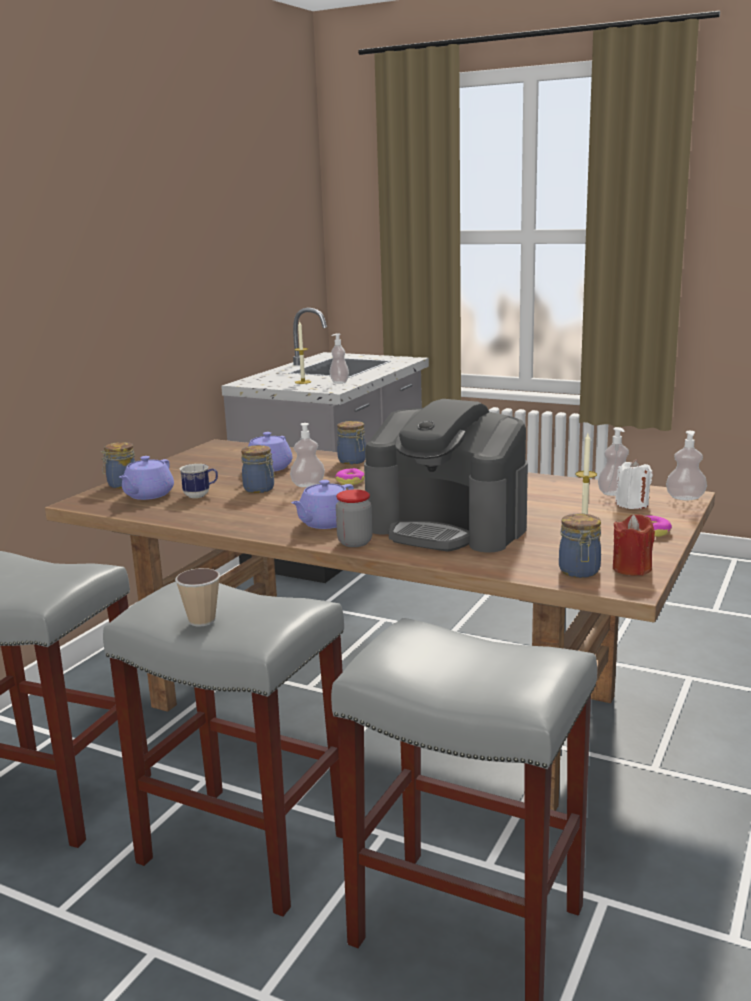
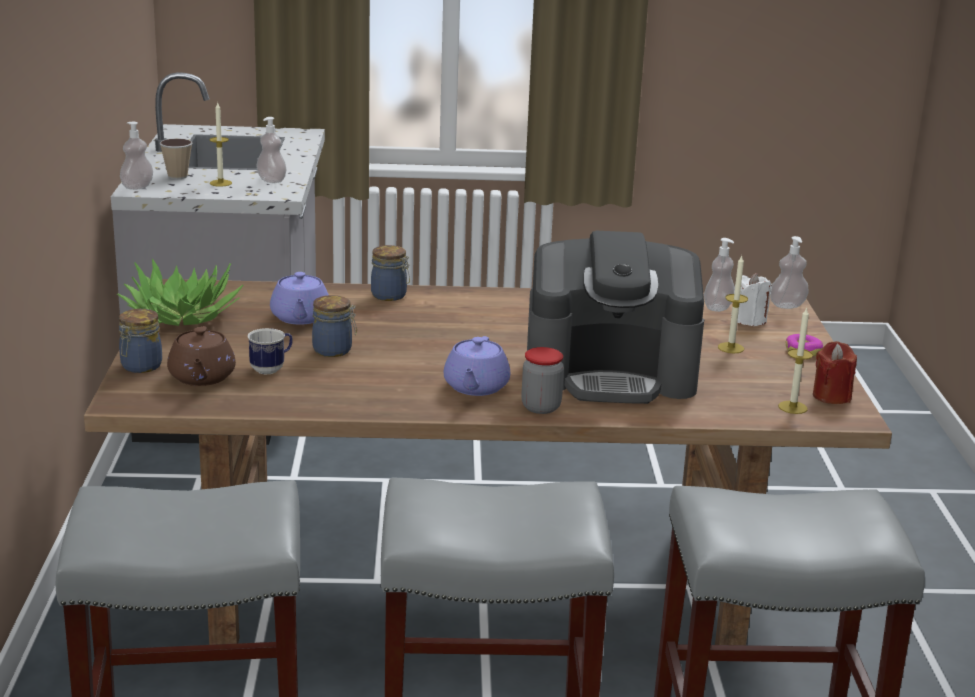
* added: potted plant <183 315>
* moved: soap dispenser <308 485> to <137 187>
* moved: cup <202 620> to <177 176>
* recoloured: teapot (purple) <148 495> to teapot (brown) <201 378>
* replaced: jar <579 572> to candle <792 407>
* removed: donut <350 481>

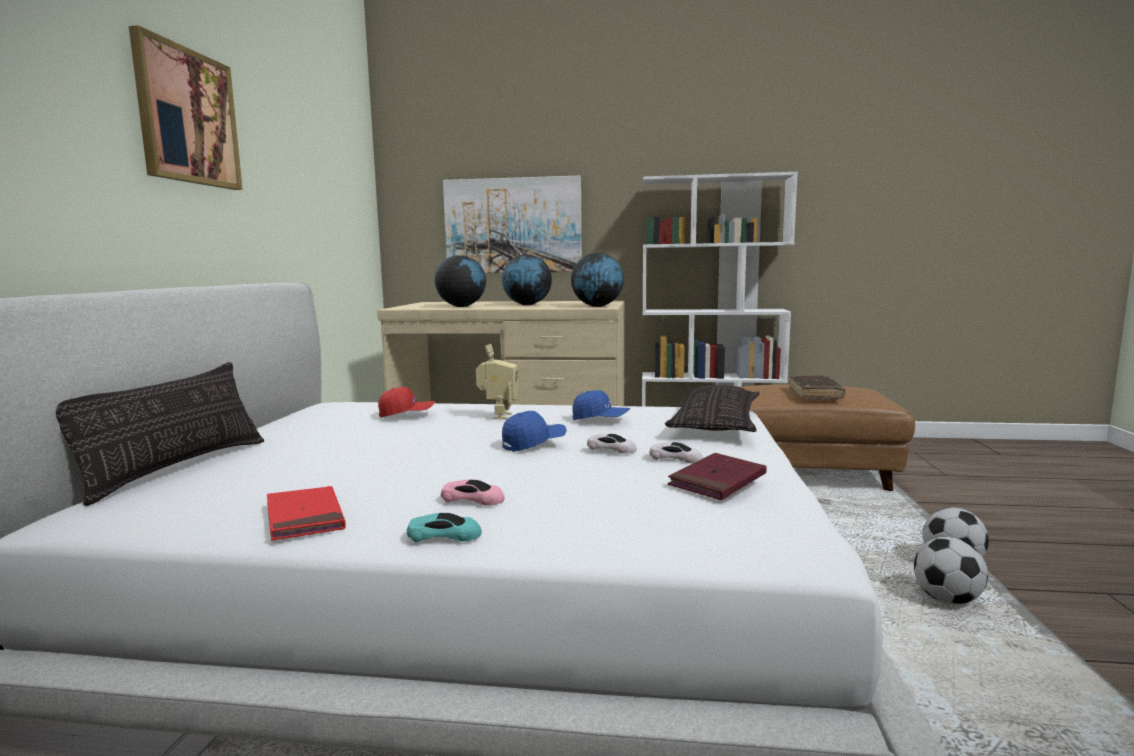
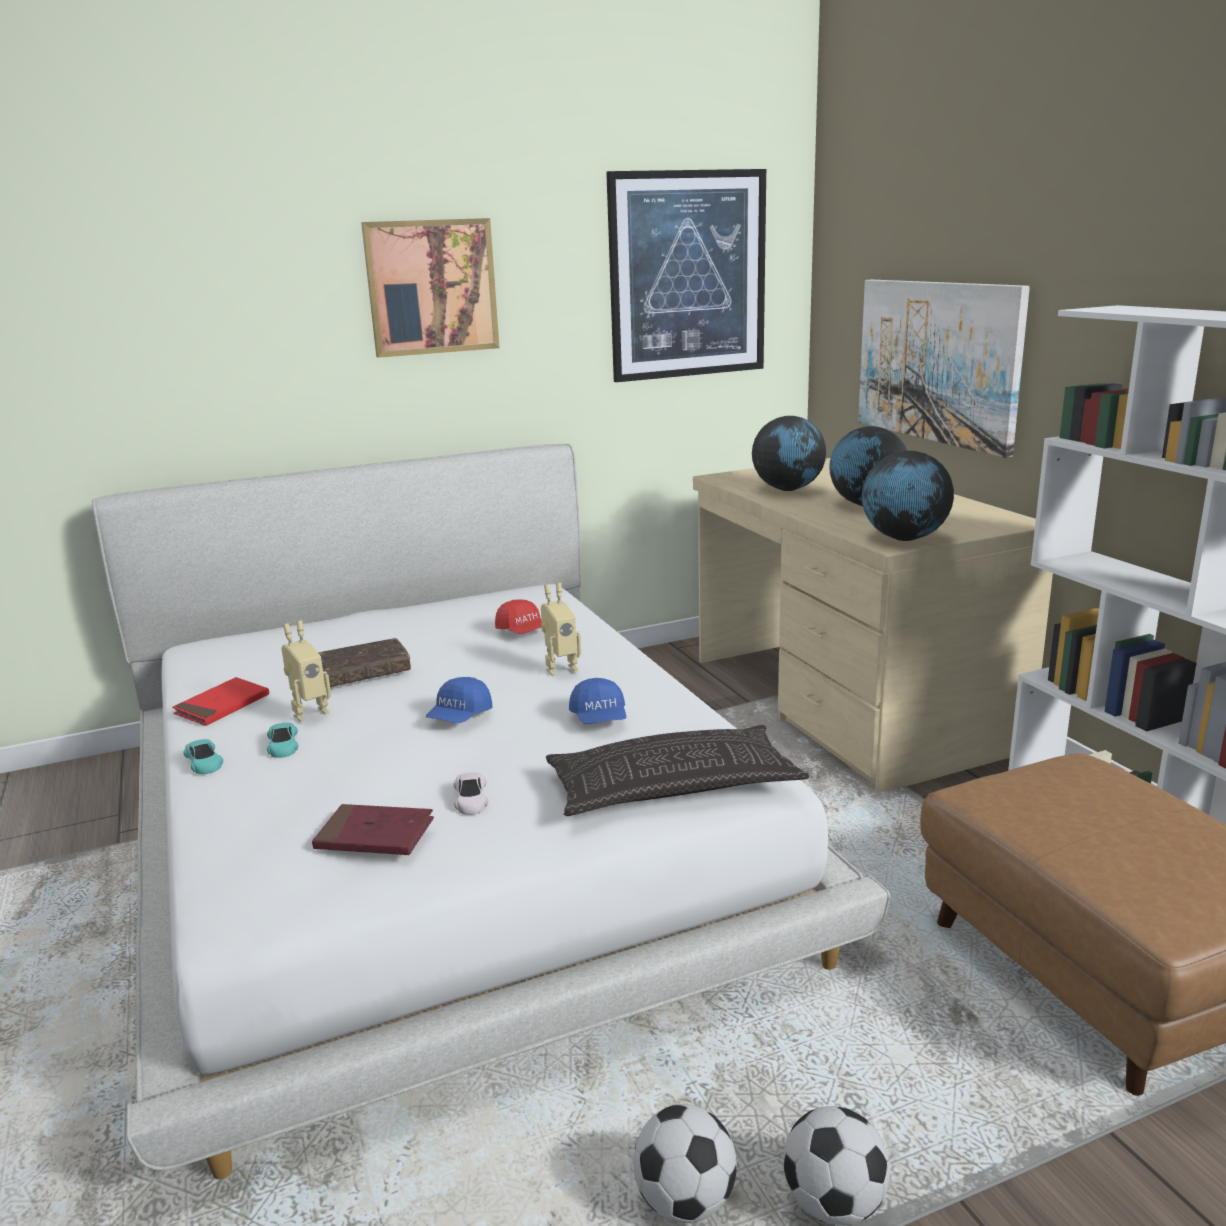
* recoloured: toy car (pink) <473 499> to toy car (turquoise) <283 745>
* added: toy robot <309 712>
* moved: book (brown) <815 394> to <363 672>
* turned: cap (blue) <533 444> = <460 717> 90 degrees clockwise
* added: picture <688 275>
* removed: pillow <177 468>
* removed: toy car (white) <611 449>

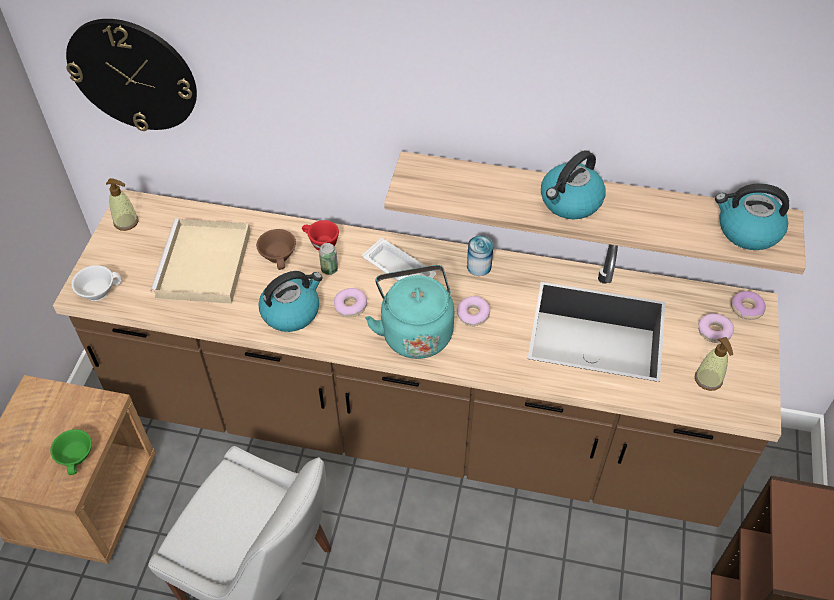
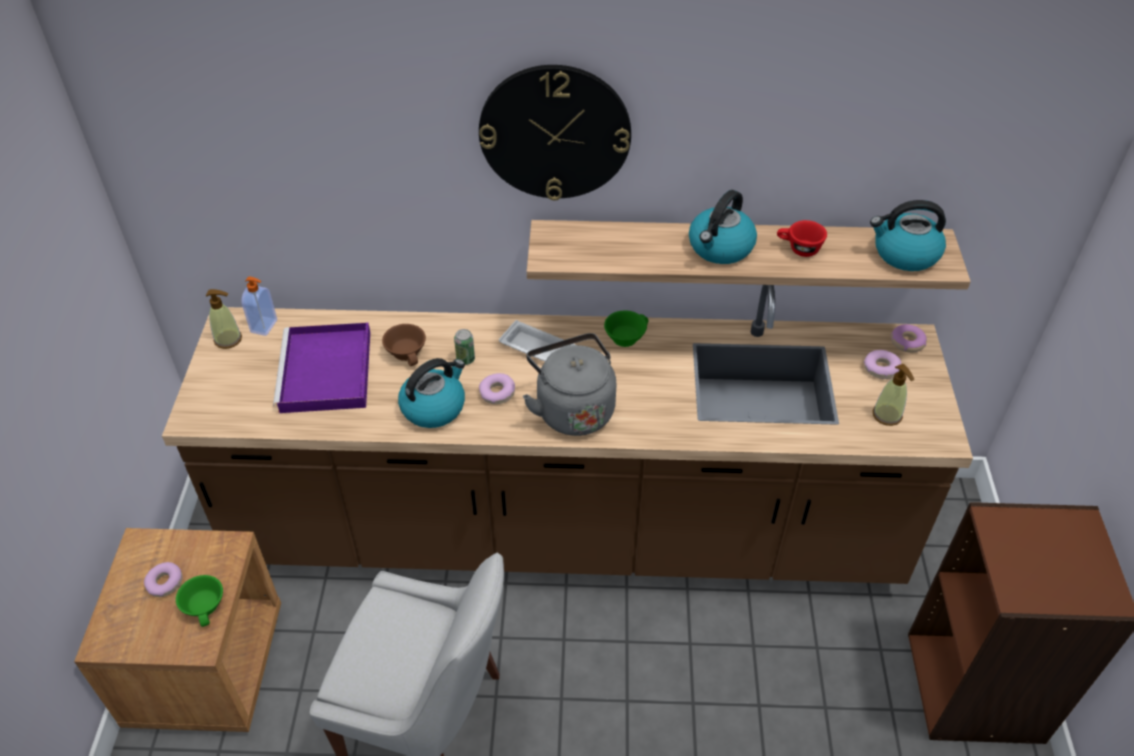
* moved: donut <473 314> to <165 583>
* added: soap dispenser <265 326>
* recoloured: tray (beige) <204 266> to tray (purple) <326 373>
* moved: wall clock <133 75> to <555 132>
* recoloured: kettle (turquoise) <415 331> to kettle (grey) <572 409>
* replaced: can <479 266> to cup (green) <624 336>
* moved: cup (red) <320 243> to <798 249>
* removed: cup (white) <98 290>

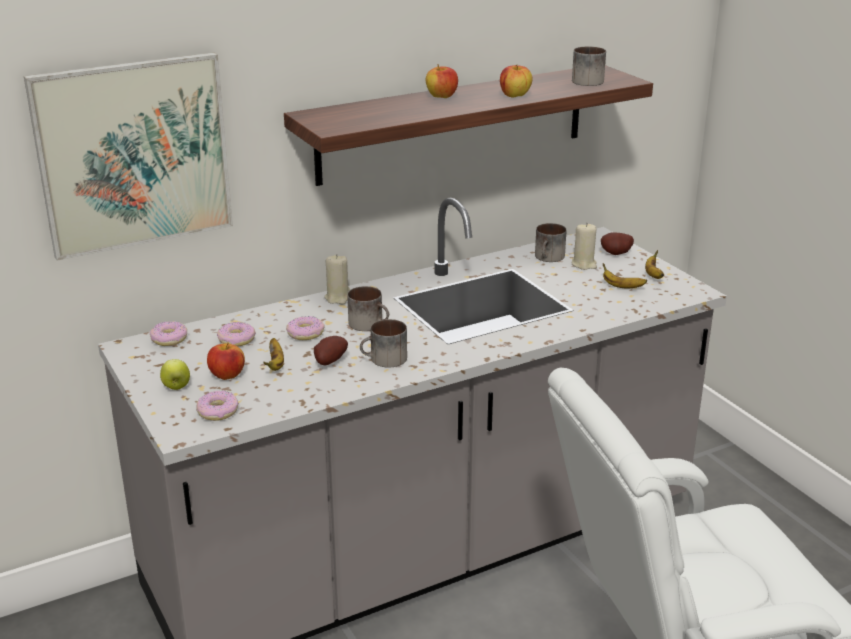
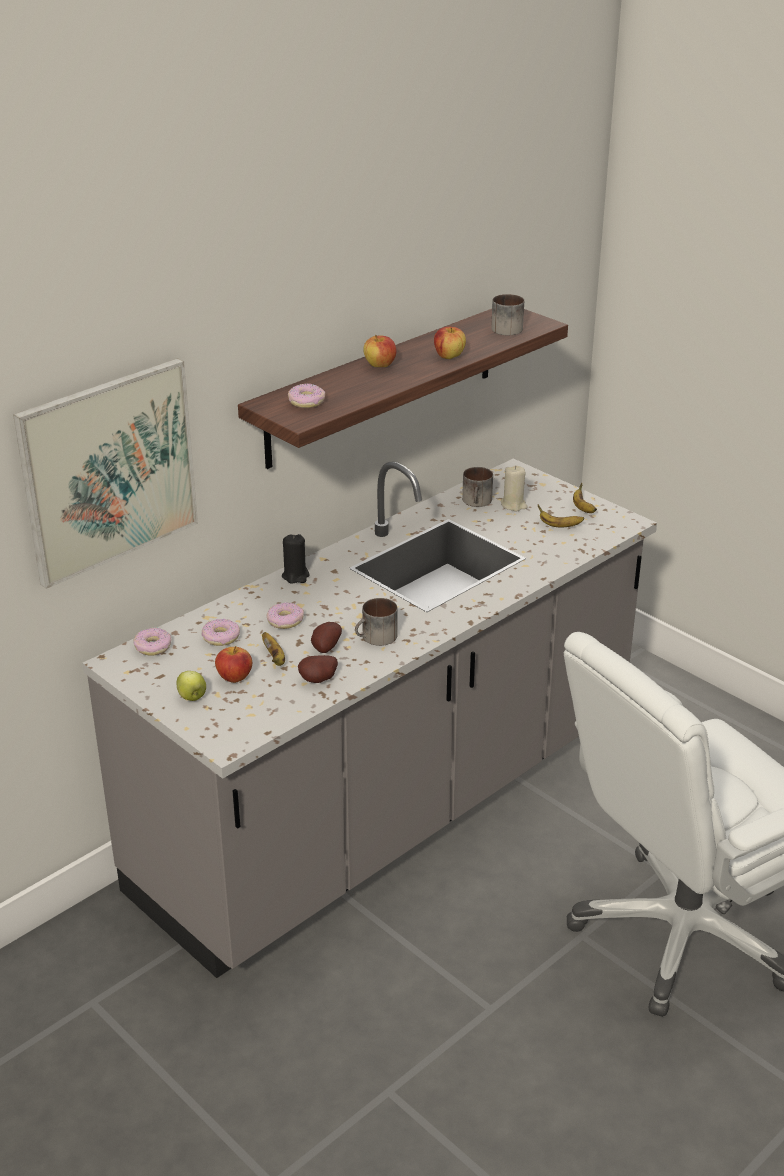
* recoloured: candle (beige) <338 298> to candle (black) <295 576>
* moved: donut <218 411> to <306 401>
* moved: potato <616 254> to <319 681>
* removed: mug <370 324>

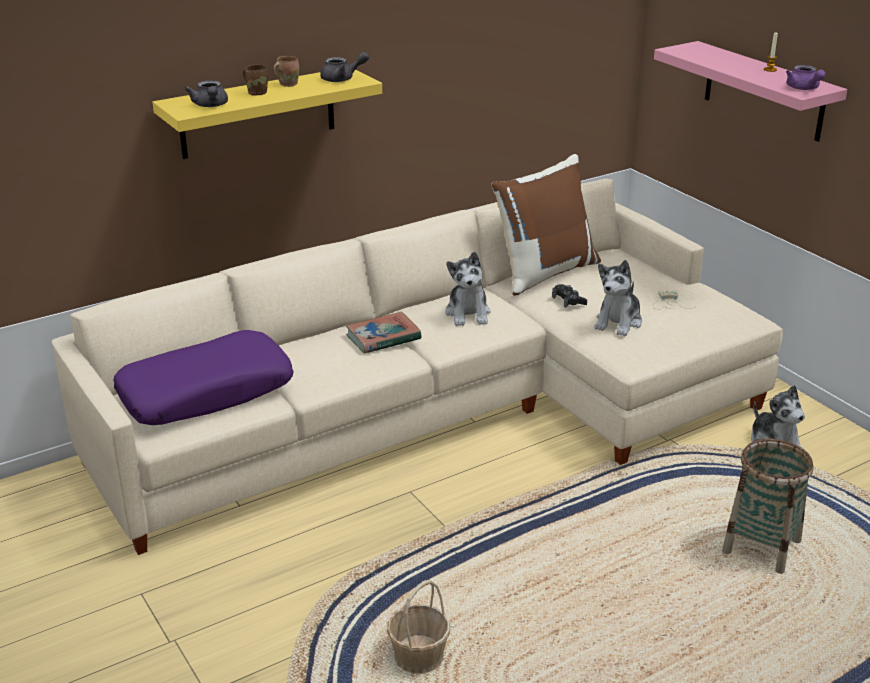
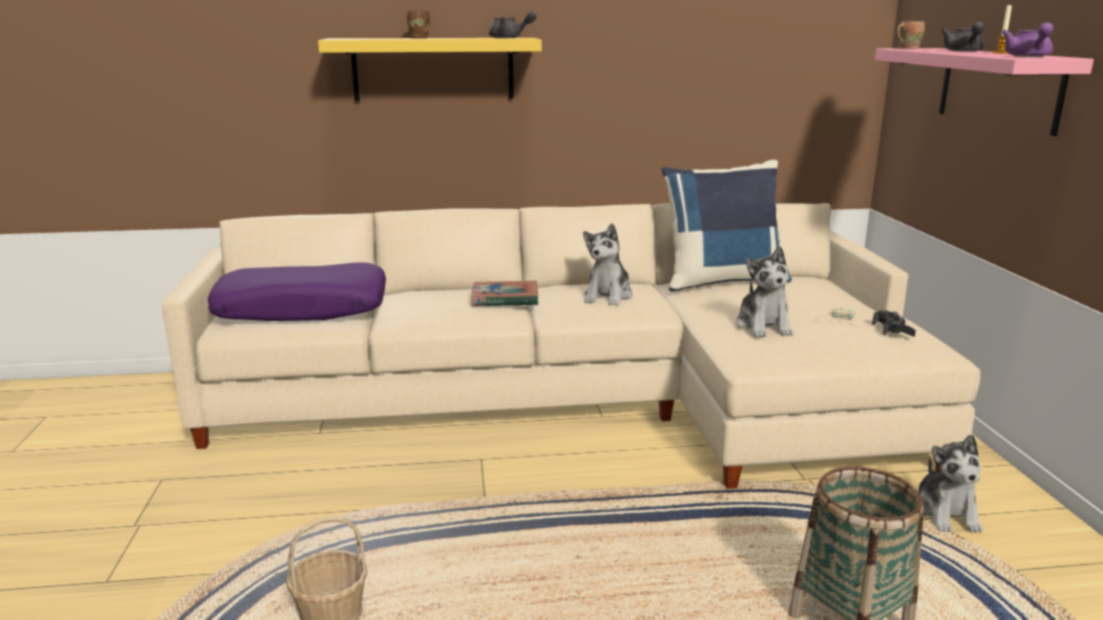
* recoloured: pillow (brown) <544 272> to pillow (blue) <722 281>
* turned: plush toy <618 322> = <764 326> 60 degrees counterclockwise
* moved: game controller (black) <568 300> to <892 330>
* moved: mug (brown) <287 84> to <907 48>
* moved: teapot (grey) <210 106> to <964 51>

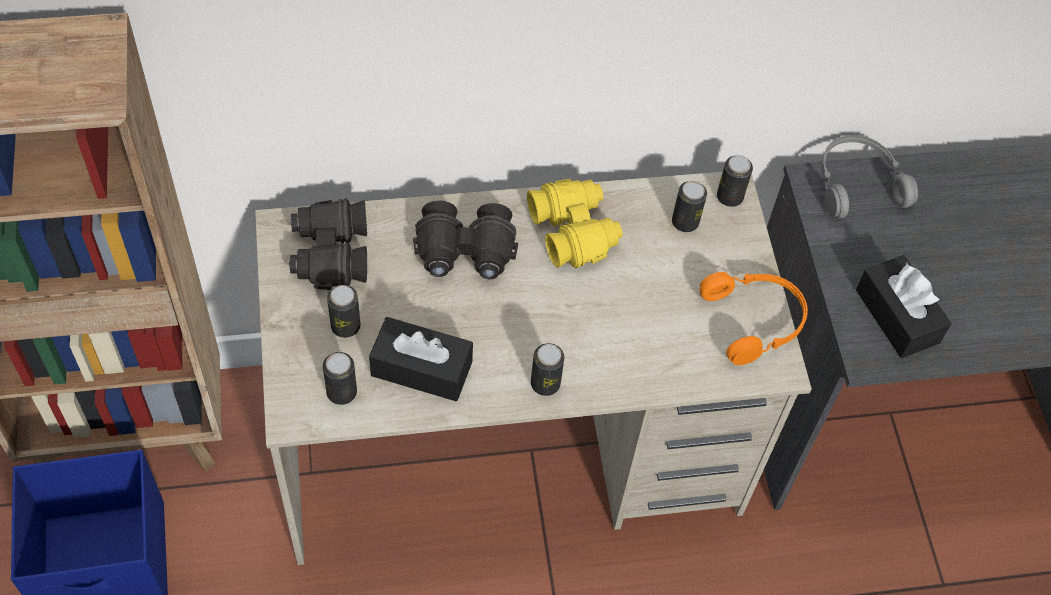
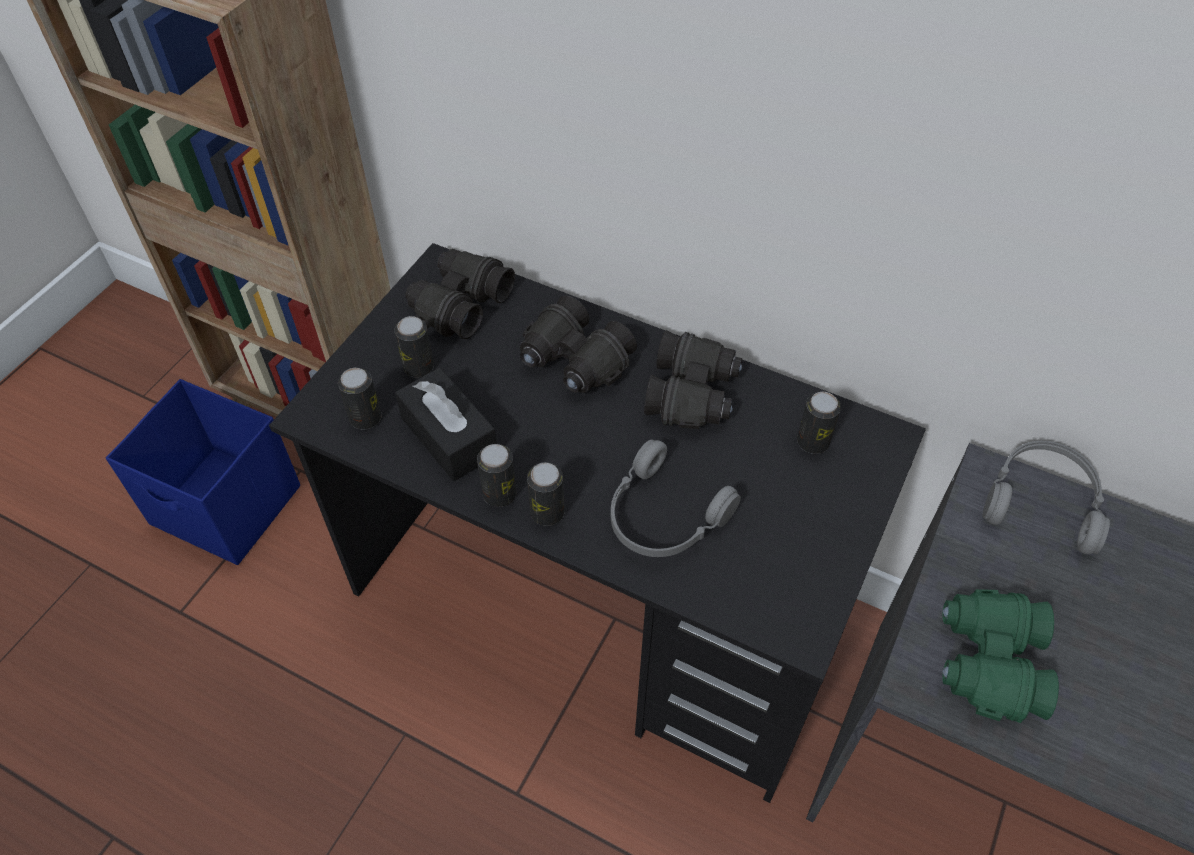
* recoloured: desk (beige) <511 447> to desk (black) <599 605>
* moved: can <729 197> to <499 494>
* added: headphones (grey) <663 517>
* recoloured: binoculars (yellow) <574 230> to binoculars (black) <692 393>
* replaced: tissue box (black) <897 316> to binoculars (green) <988 662>
* removed: headphones (orange) <755 320>

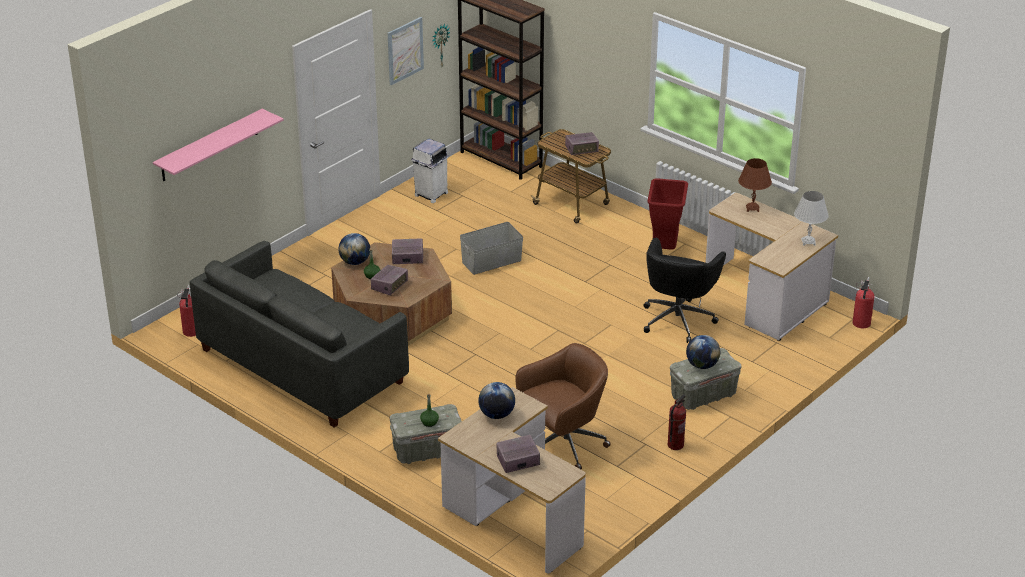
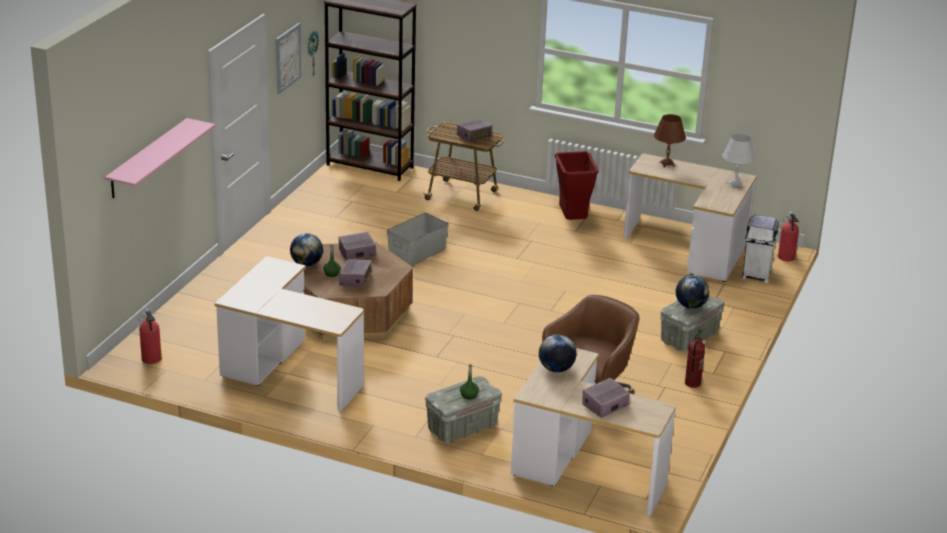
* replaced: sofa (grey) <301 366> to desk <287 373>
* moved: trash can (white) <430 194> to <756 275>
* removed: office chair (black) <678 319>

